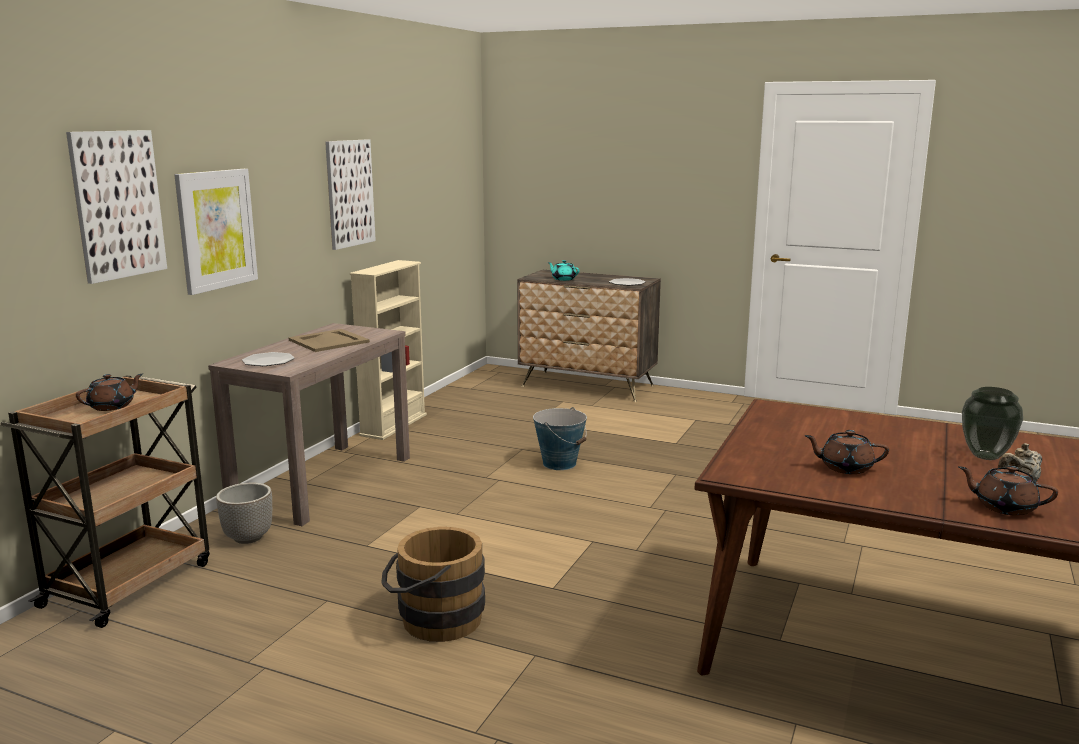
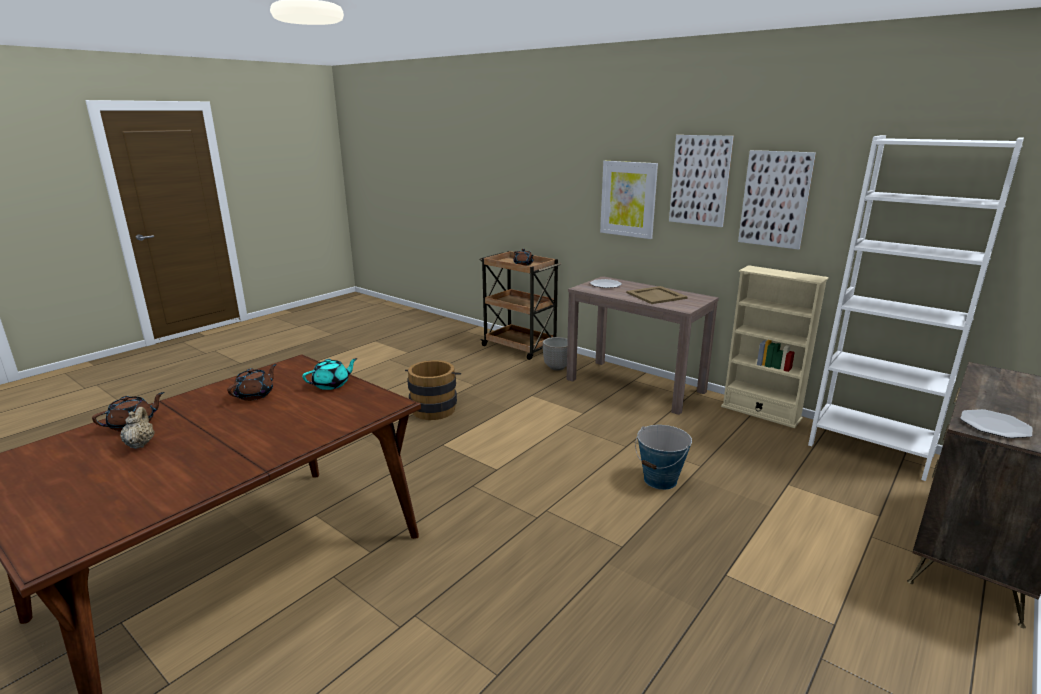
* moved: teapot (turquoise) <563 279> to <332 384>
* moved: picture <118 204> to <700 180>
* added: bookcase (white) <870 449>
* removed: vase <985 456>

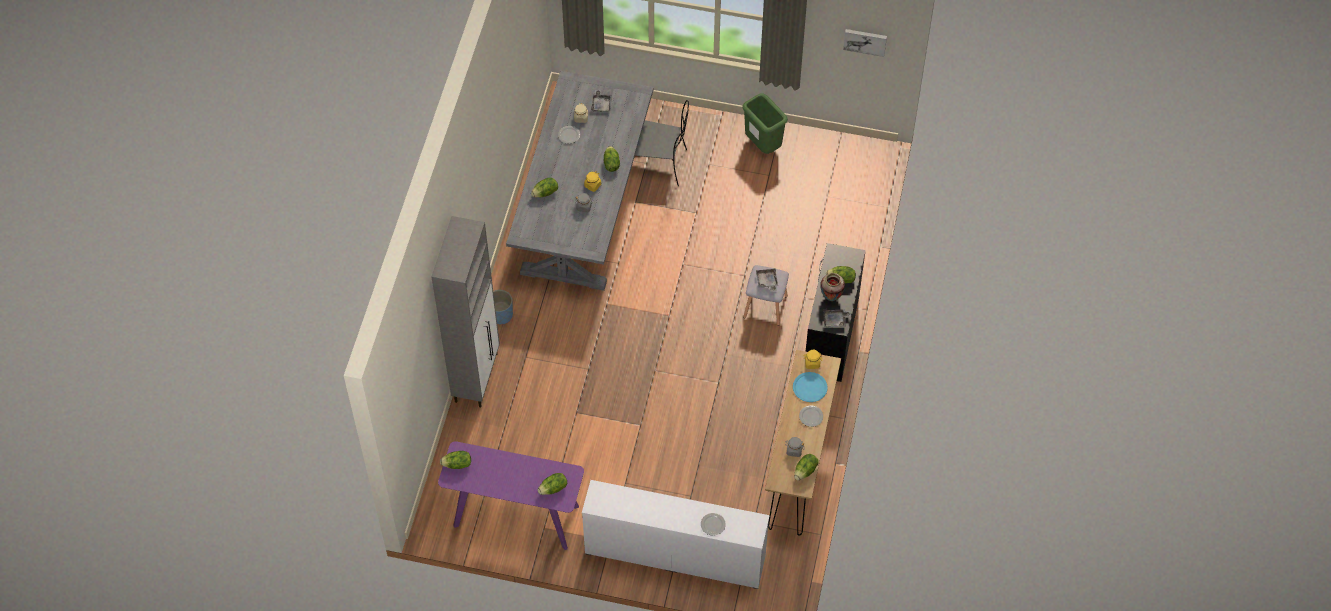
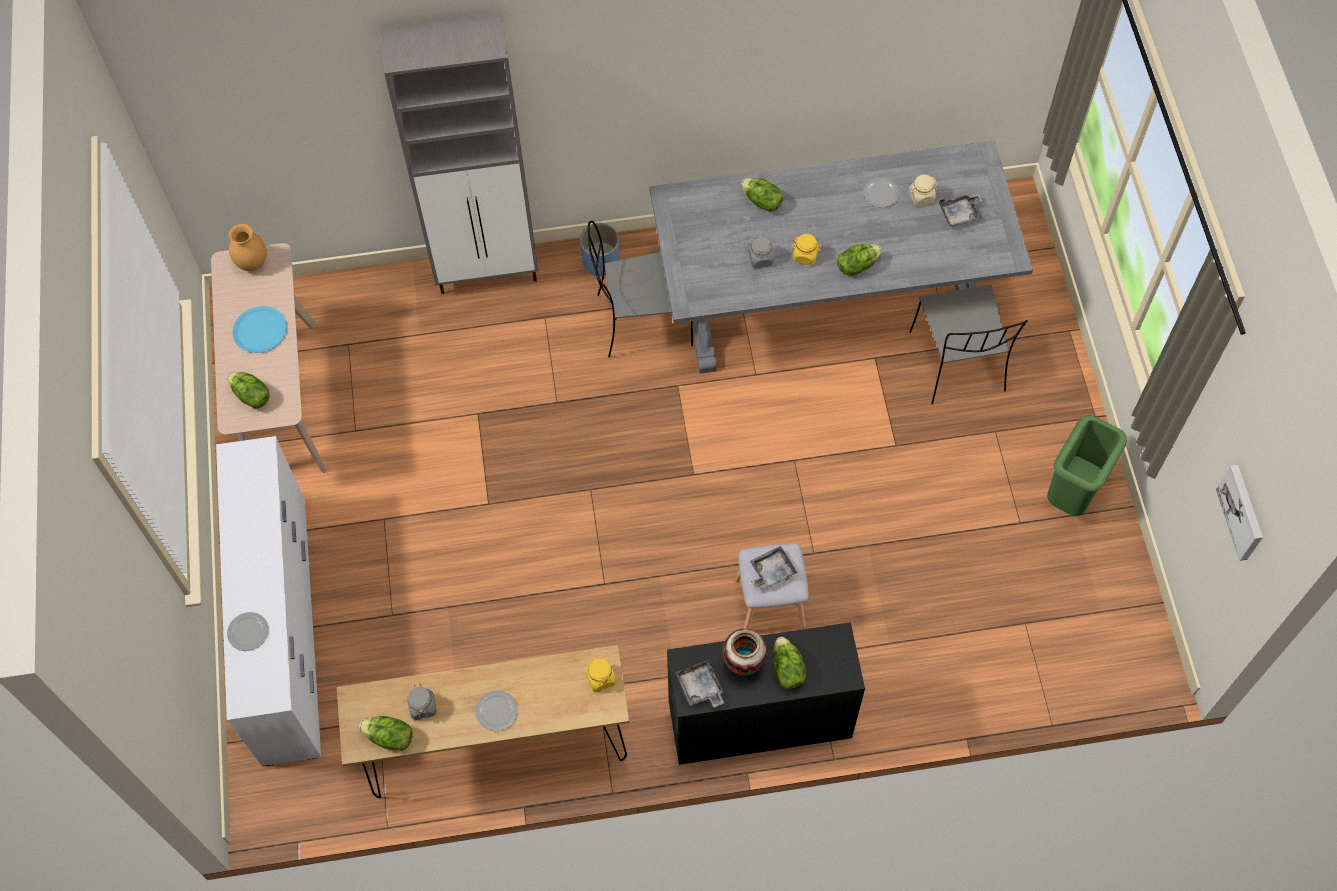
* recoloured: console table (purple) <516 516> to console table (beige) <282 400>
* replaced: lettuce <457 464> to vase (brown) <252 264>
* moved: plate (blue) <810 387> to <260 330>
* added: chair (grey) <641 320>

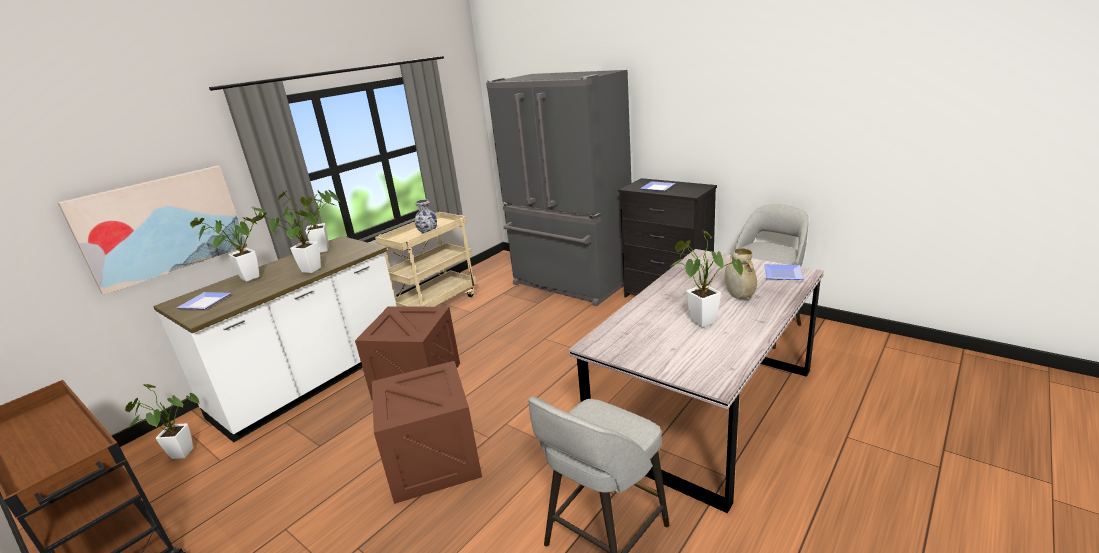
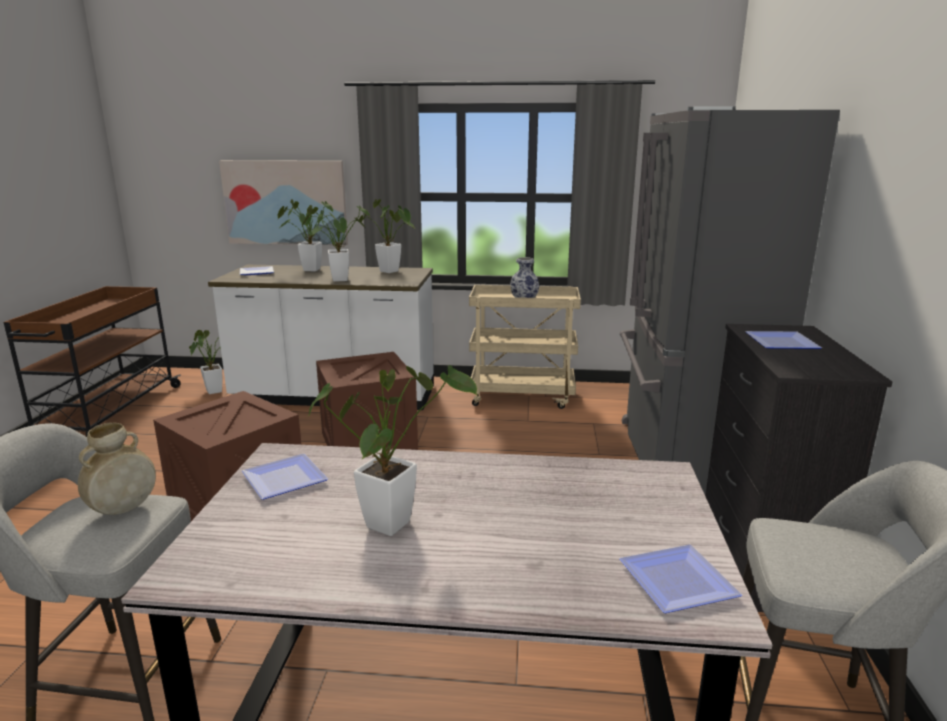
* moved: vase (beige) <738 296> to <123 509>
* added: plate <281 479>

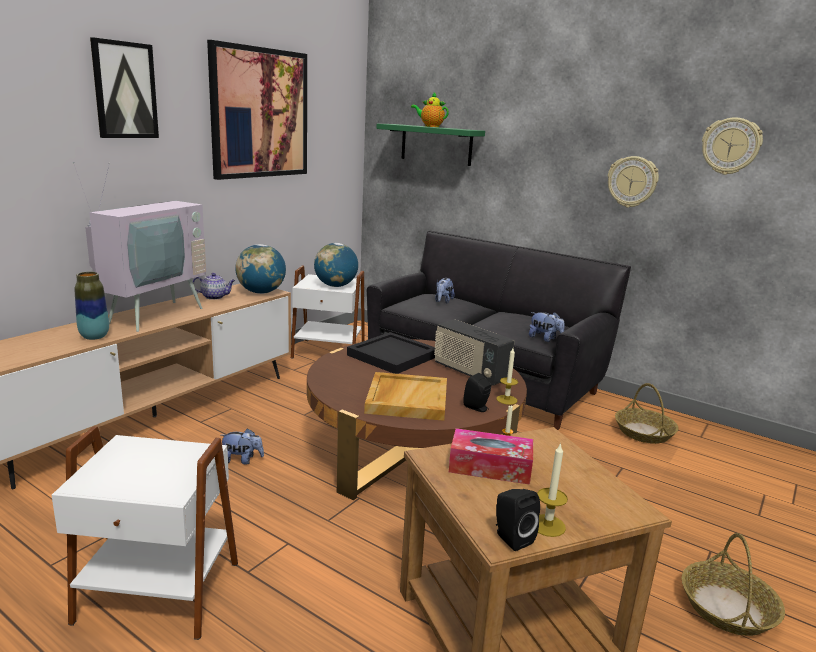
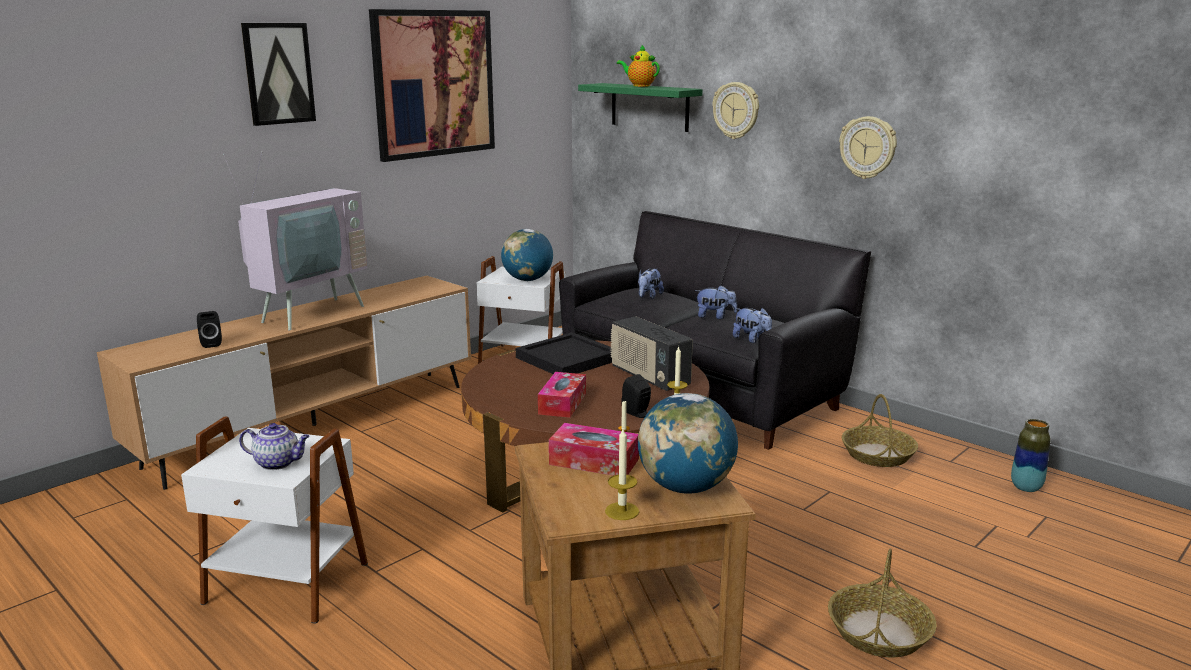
* moved: speaker (black) <511 538> to <211 344>
* moved: teapot <215 297> to <278 463>
* replaced: tray (beige) <406 399> to tissue box <562 403>
* moved: globe <261 292> to <686 487>
* moved: plush toy <242 460> to <715 316>
* moved: wall clock <730 146> to <736 110>
* moved: vase <94 337> to <1026 487>

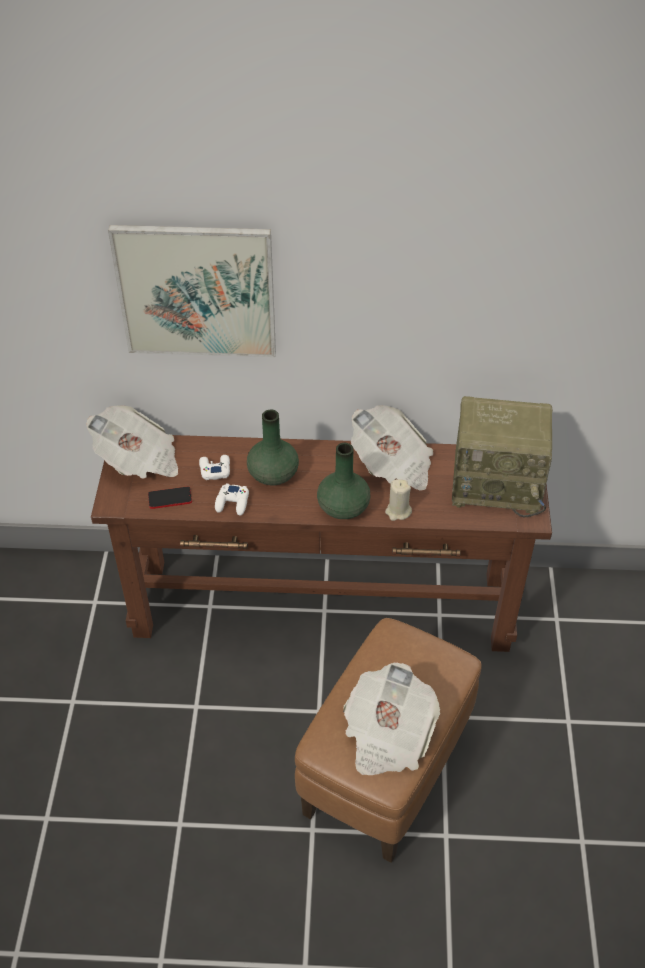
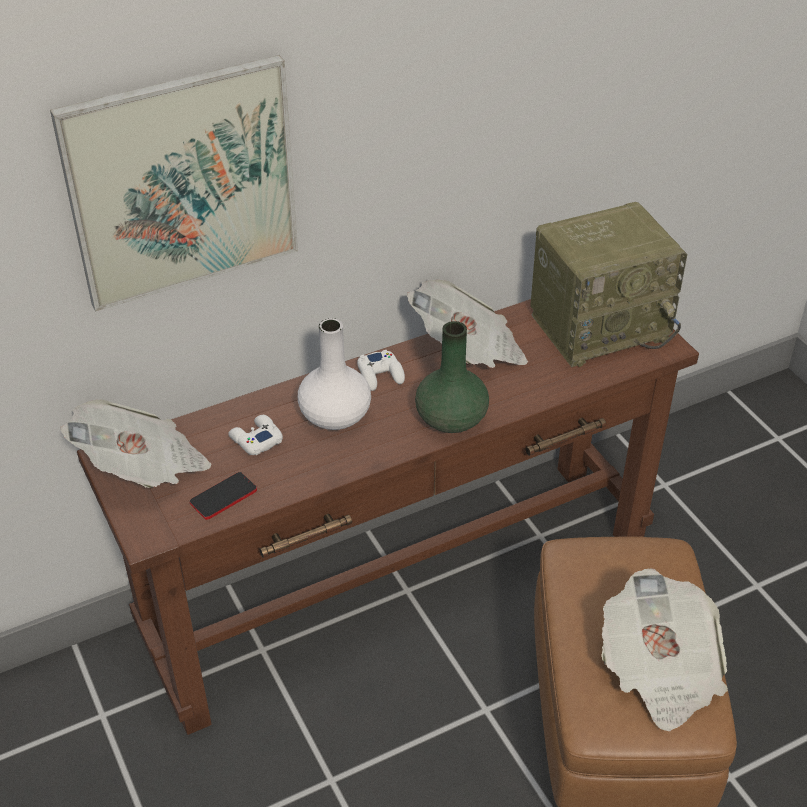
* recoloured: vase (green) <273 475> to vase (white) <335 417>
* moved: game controller (white) <233 503> to <380 375>
* removed: candle (beige) <398 511>

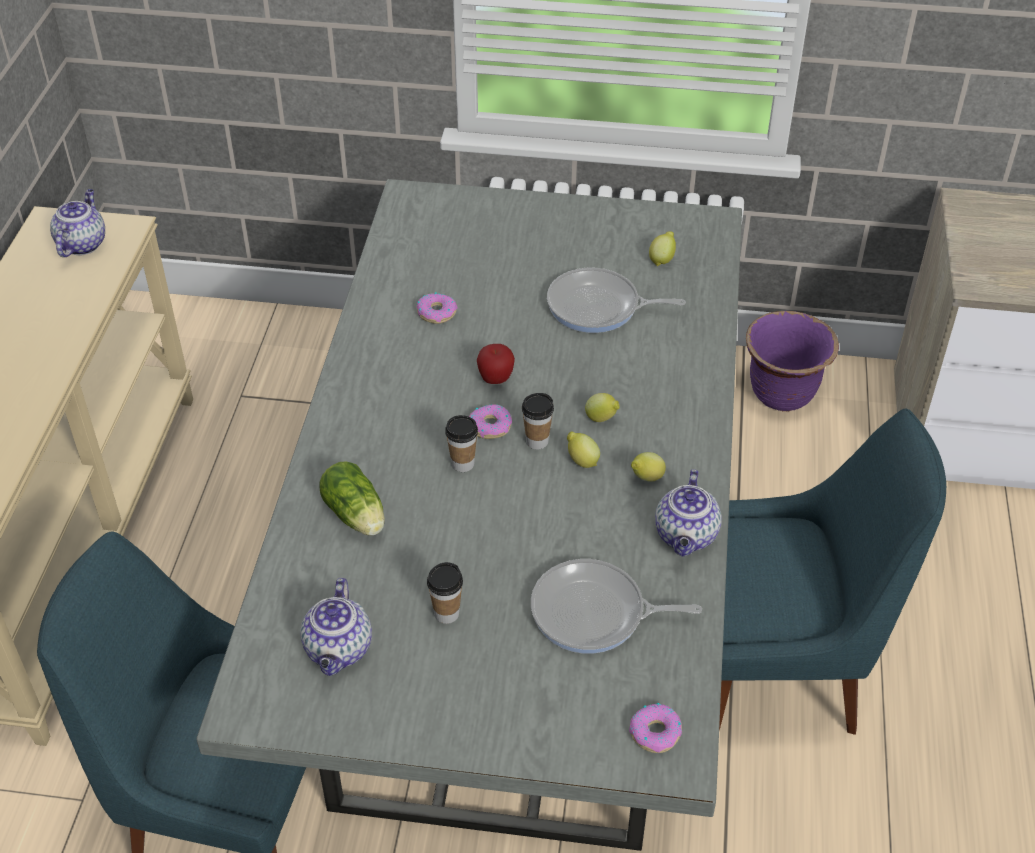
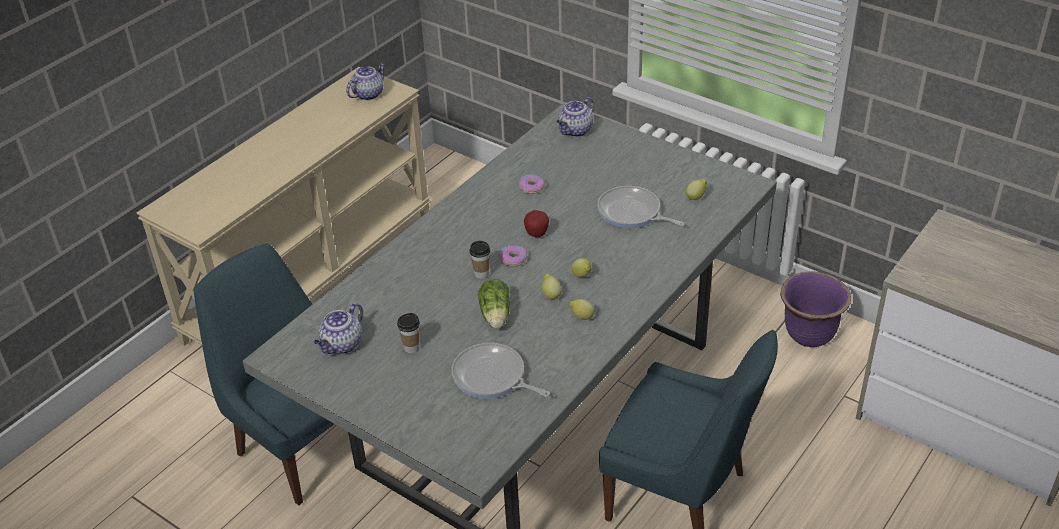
* moved: lettuce <357 516> to <495 316>
* moved: teapot <686 536> to <575 131>
* removed: cup <537 441>
* removed: donut <655 733>

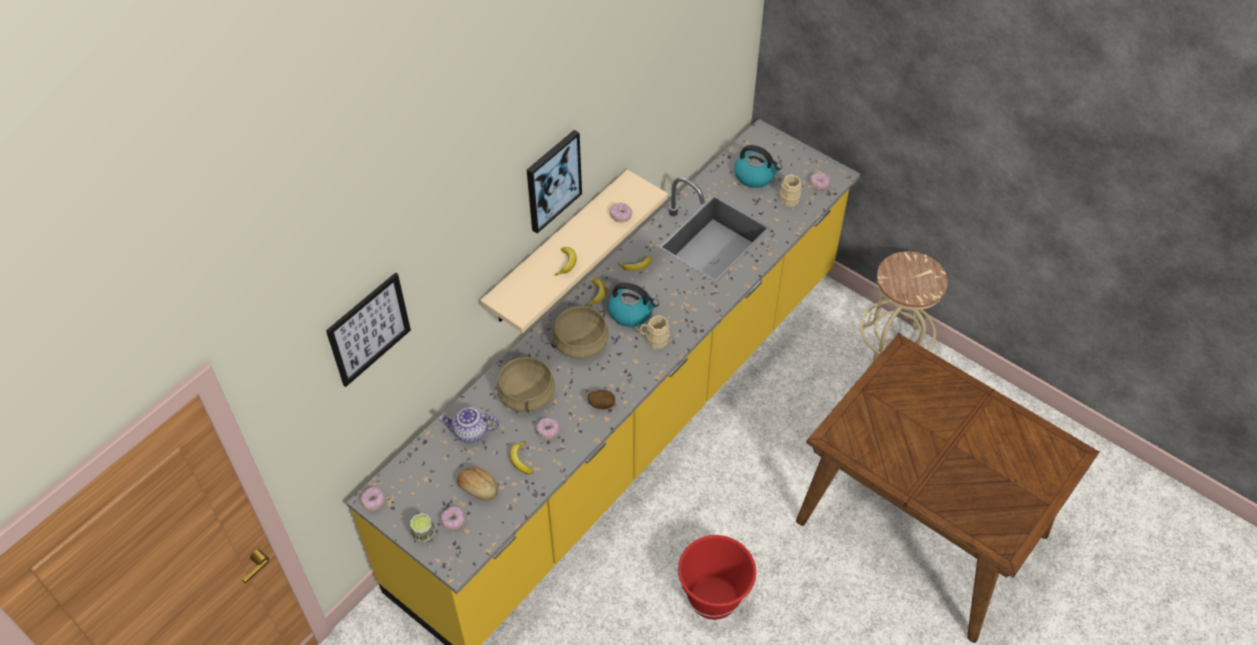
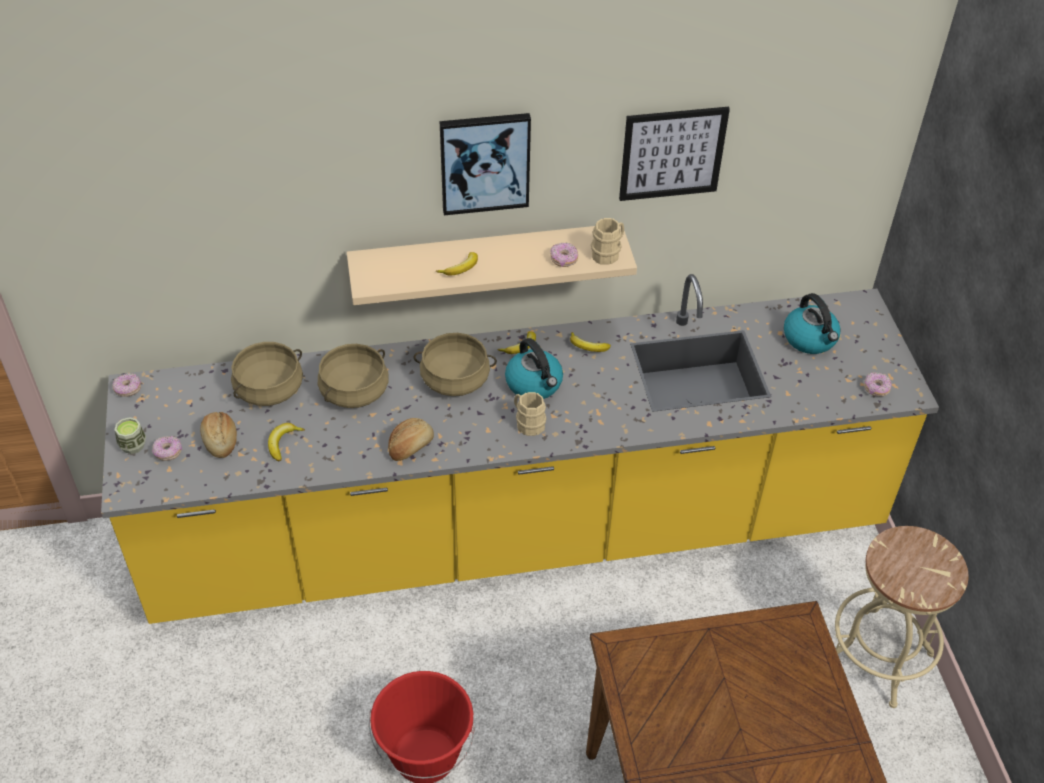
* replaced: teapot <470 433> to cooking pot (beige) <269 390>
* replaced: potato <601 404> to bread <410 446>
* moved: mug (beige) <789 197> to <608 253>
* moved: picture <369 329> to <672 153>
* removed: donut <548 431>

